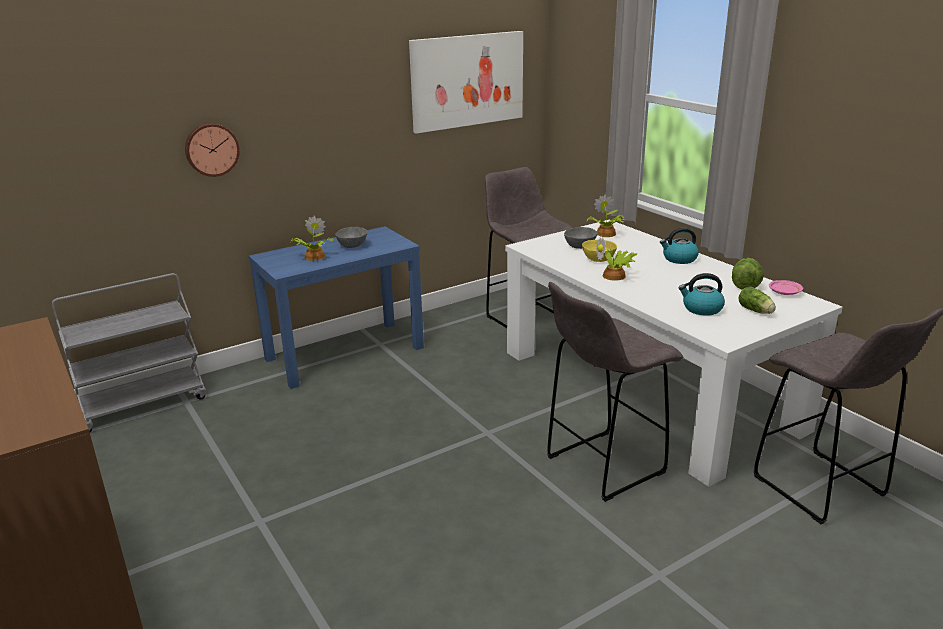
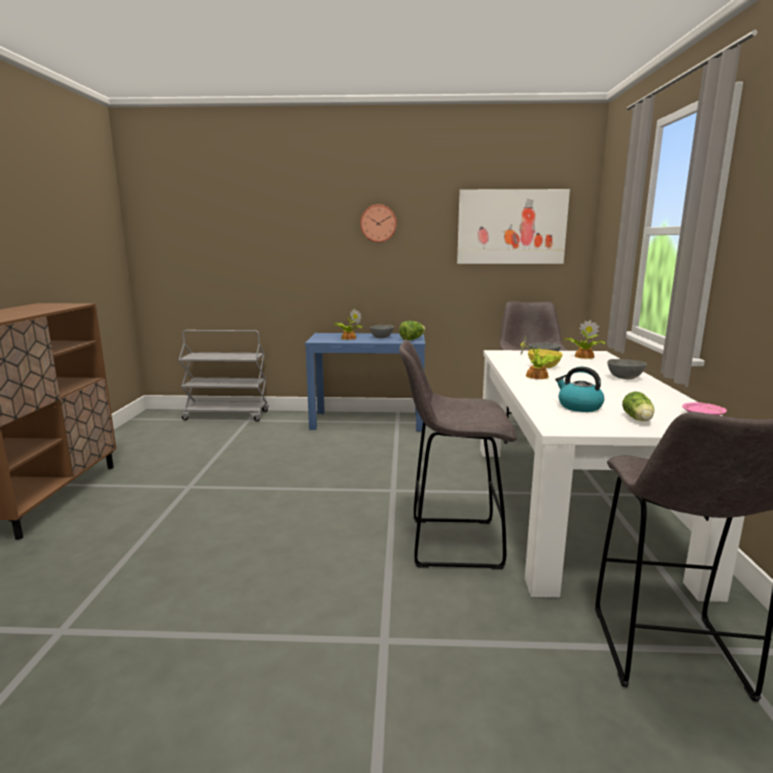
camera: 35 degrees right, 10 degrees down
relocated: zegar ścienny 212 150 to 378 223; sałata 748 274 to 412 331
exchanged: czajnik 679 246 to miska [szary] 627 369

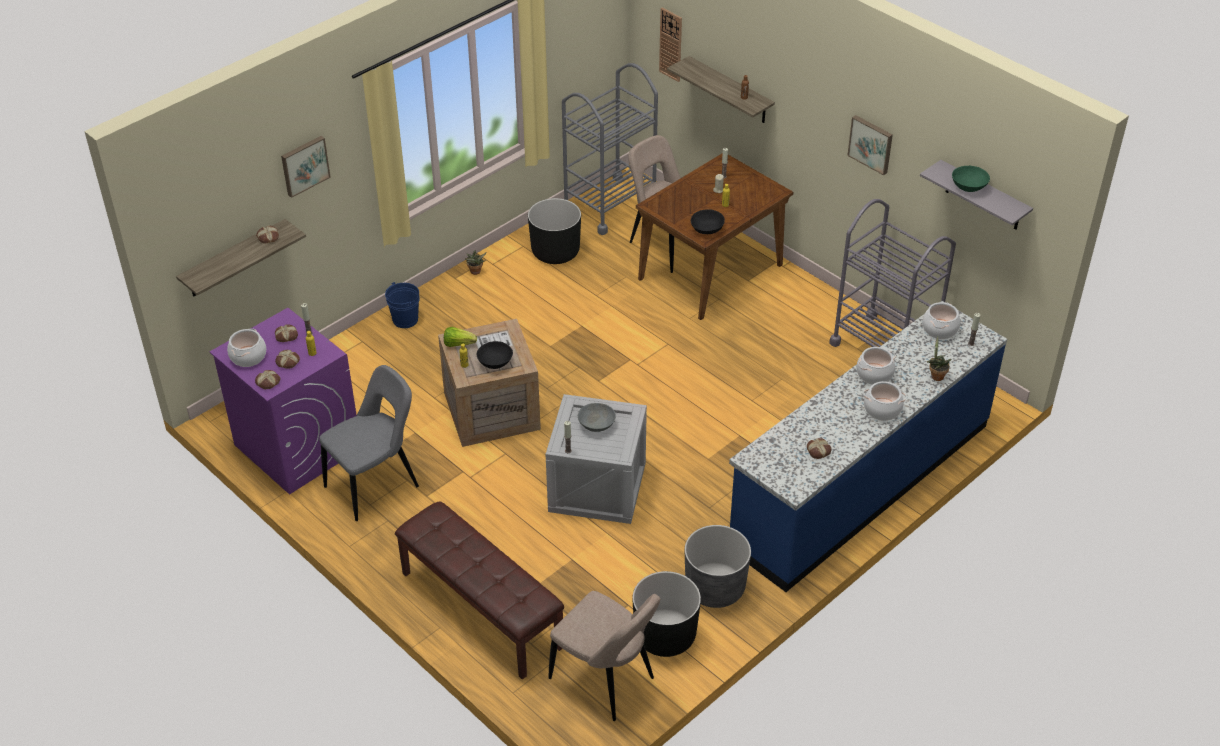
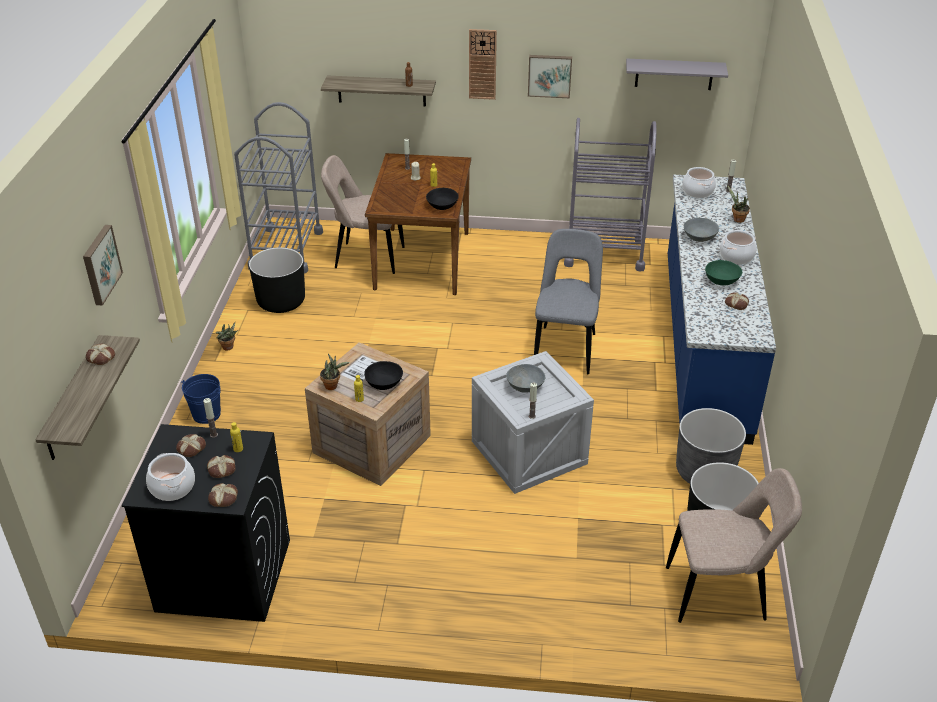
camera: 40 degrees left, 5 degrees down
missing: ławka [brązowy] 479 590
relocated: krzesło [szary] 369 443 to 568 301; zegar ścienny 670 45 to 483 64; miska [zielony] 971 179 to 723 273
exchanged: sałata 460 337 to roślina doniczkowa 335 372; garnek 875 366 to miska [szary] 701 230
colour: pralka [fioletowy] 283 401 to pralka [czarny] 206 523

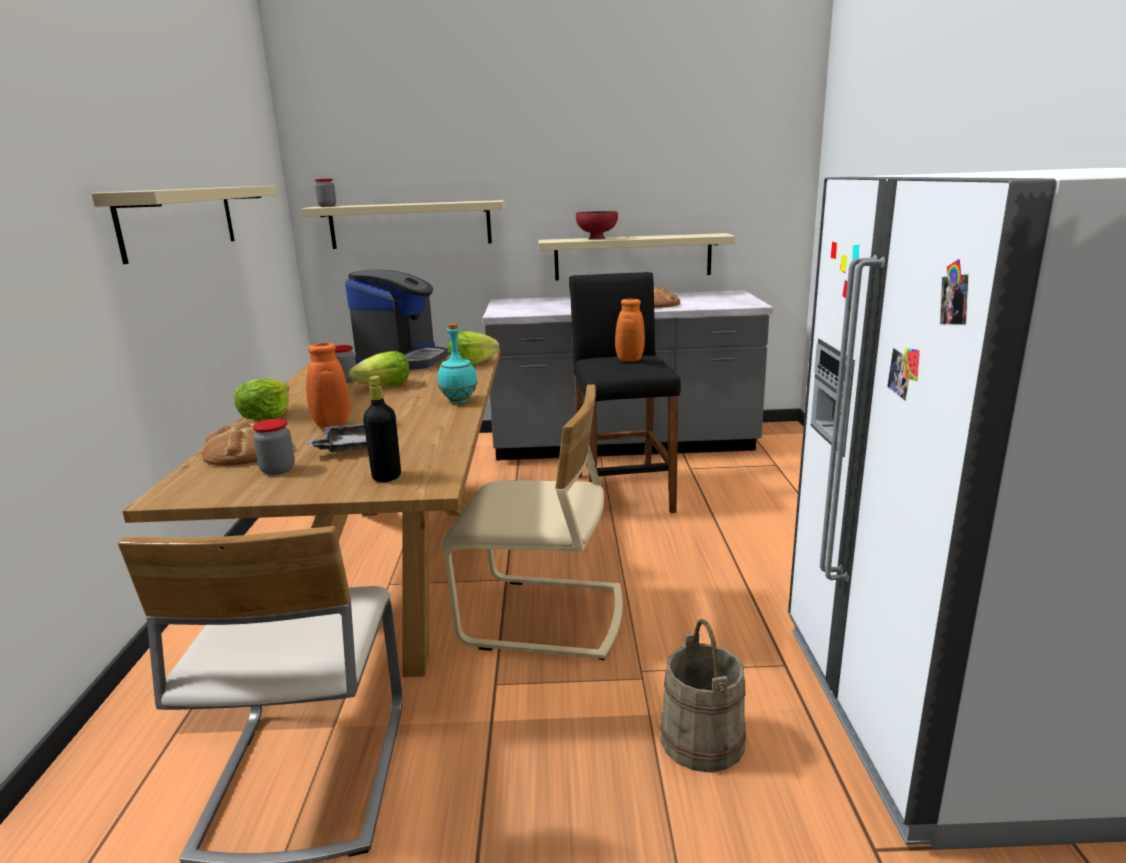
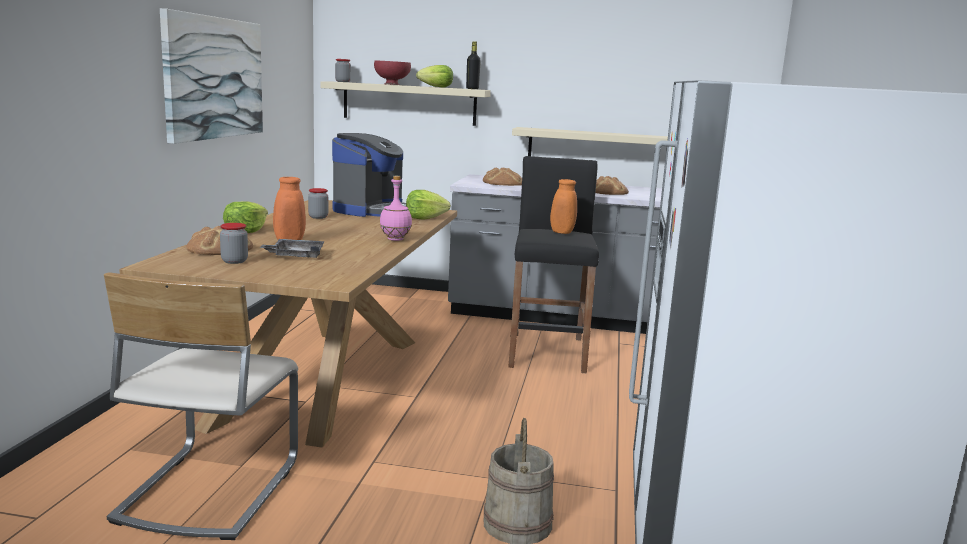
camera: 10 degrees right, 5 degrees down
missing: krzesło [beżowy] 532 522
appeared: chleb 502 176
relocated: sałata 379 368 to 434 76; butelka [czarny] 382 429 to 473 65; miska [czerwony] 597 225 to 392 73
exchanged: półka [beżowy] 184 225 to obraz 211 76
colour: butelka [turkusowy] 458 363 to butelka [różowy] 396 208

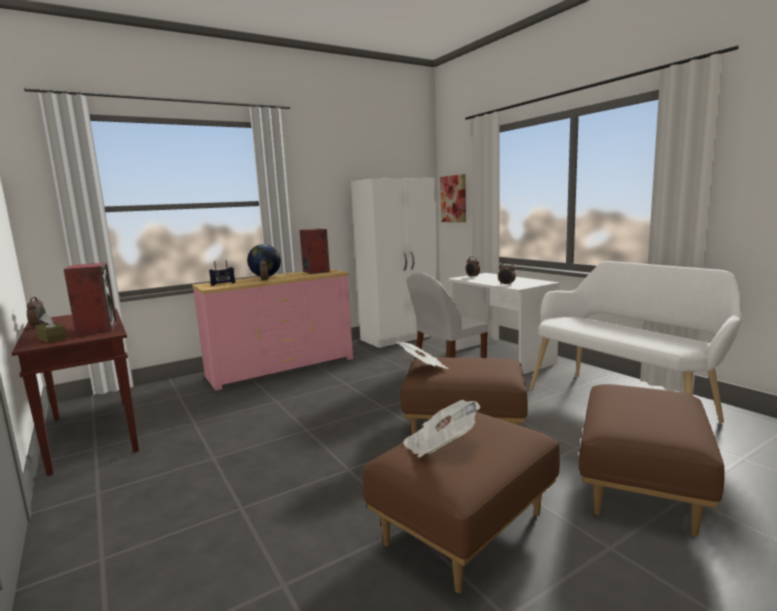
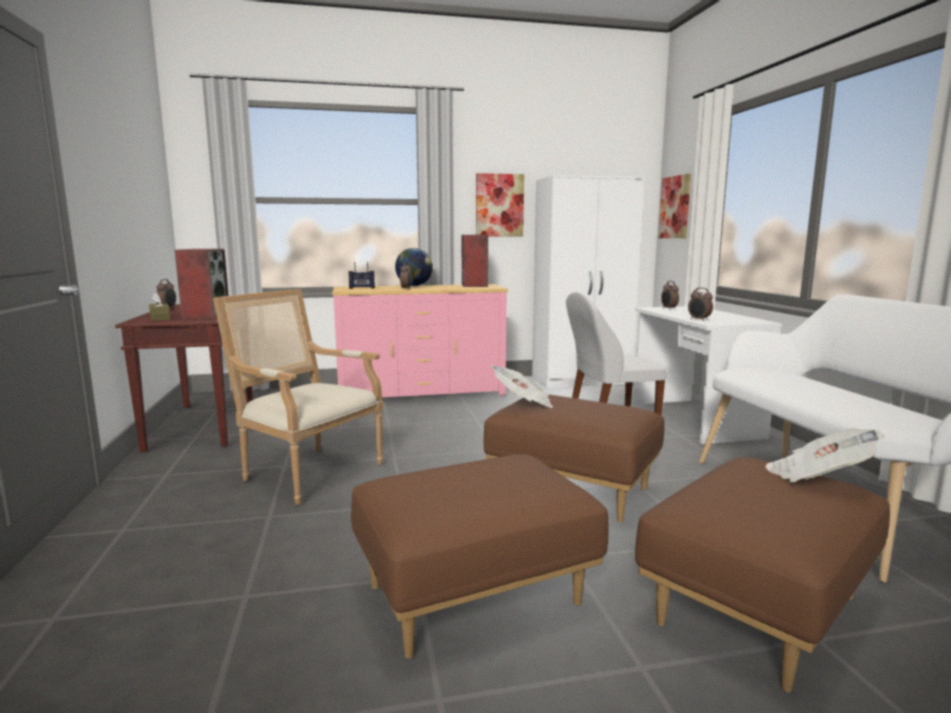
camera: 20 degrees right, 0 degrees up
appeared: fotel 298 397; obraz 500 204
relocated: gazeta 442 429 to 824 455

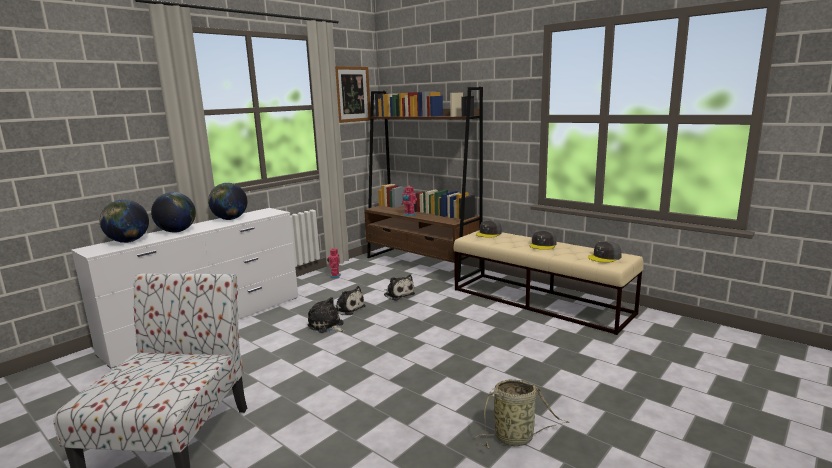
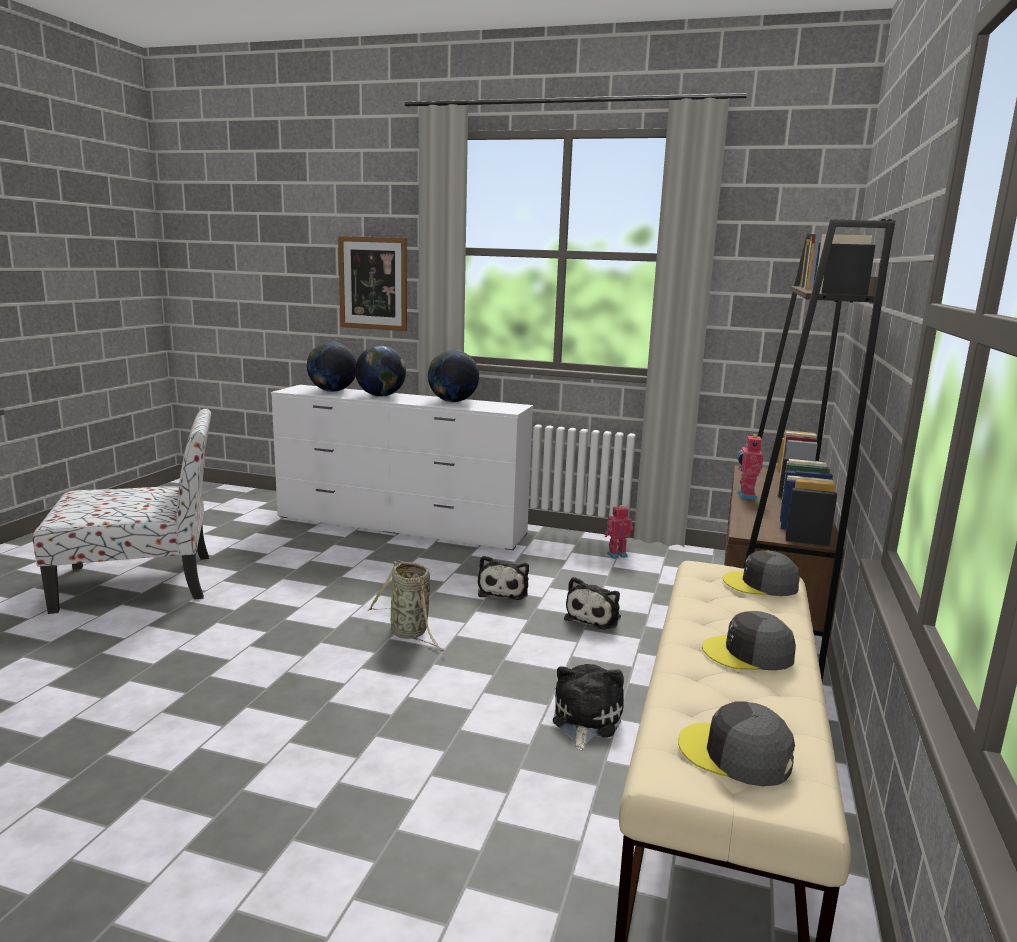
camera: 65 degrees right, 0 degrees up
relocated: pluszak 326 315 to 588 707; obraz 353 94 to 372 283; koszyk 522 413 to 406 605

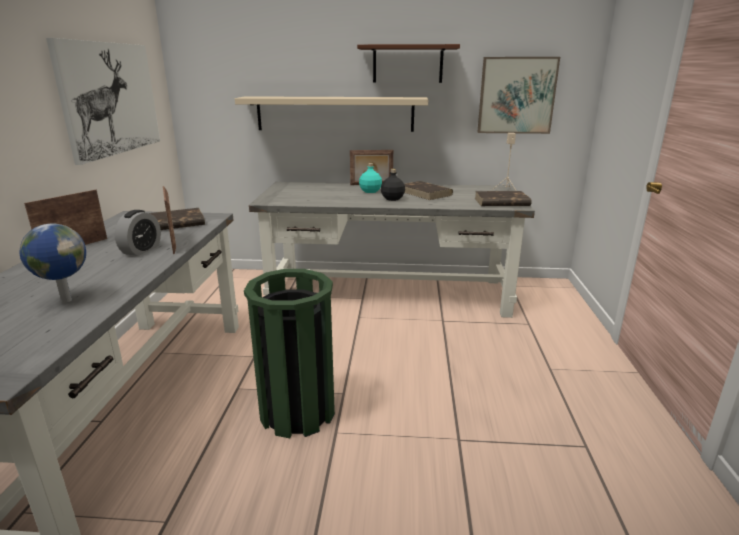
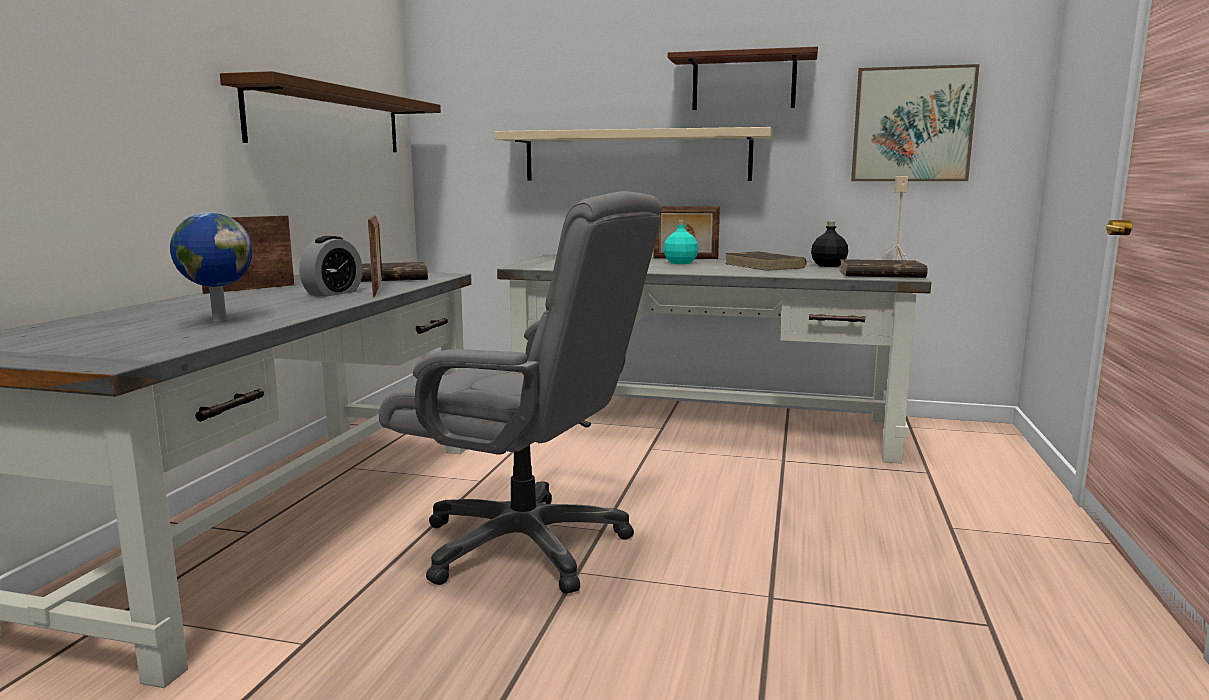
camera: 10 degrees right, 10 degrees down
relocated: butelka [czarny] 393 185 to 829 244
exchanged: obraz 103 101 to półka [brązowy] 330 111; kosz na śmieci [zielony] 289 353 to krzesło biurowe [szary] 520 392

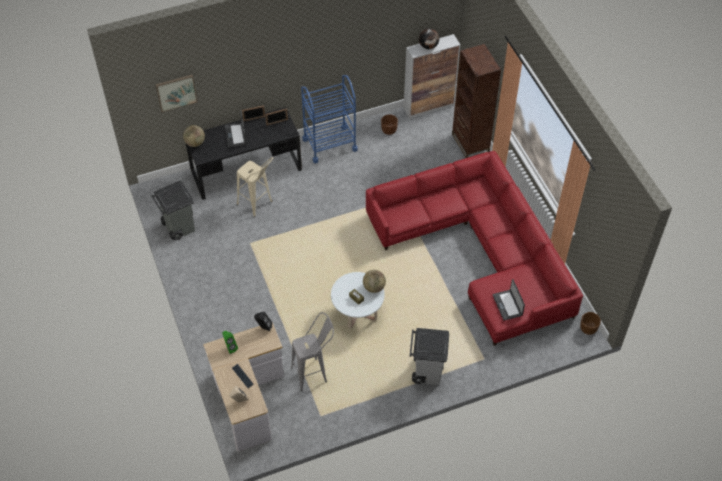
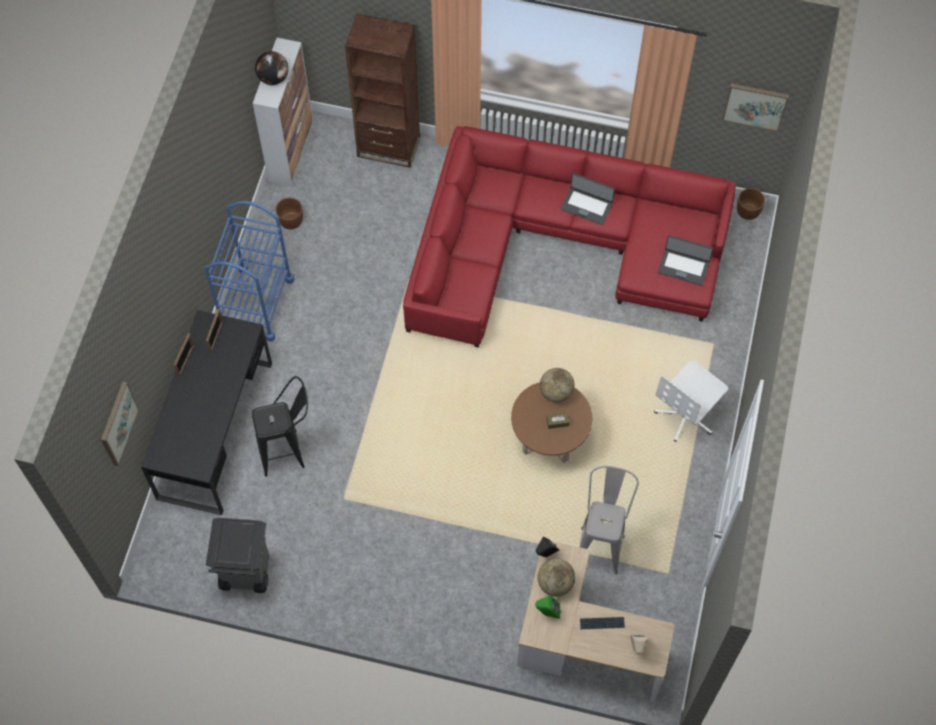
camera: 55 degrees left, 10 degrees up
appeared: obraz 755 107
relocated: globus 194 136 to 556 578; laptop 235 129 to 588 199
exchanged: kosz na śmieci [szary] 429 356 to krzesło biurowe [biały] 691 401
colour: stołek [beżowy] 255 187 to stołek [czarny] 280 426; ława [biały] 358 300 to ława [brązowy] 551 422

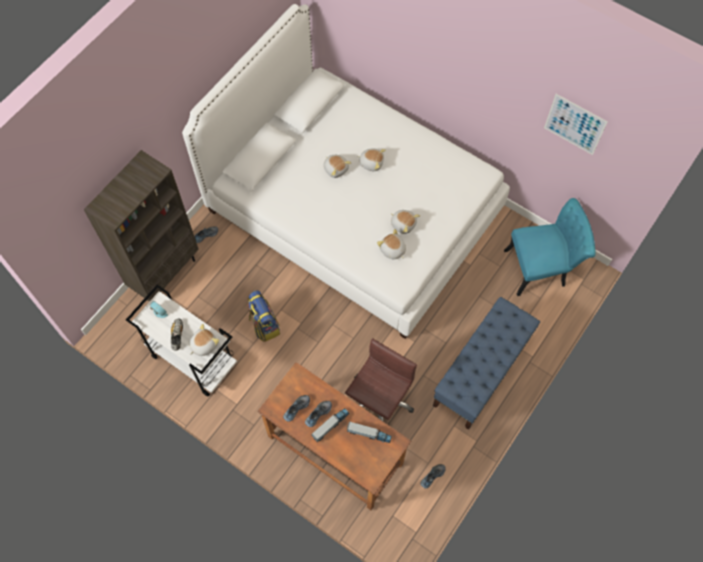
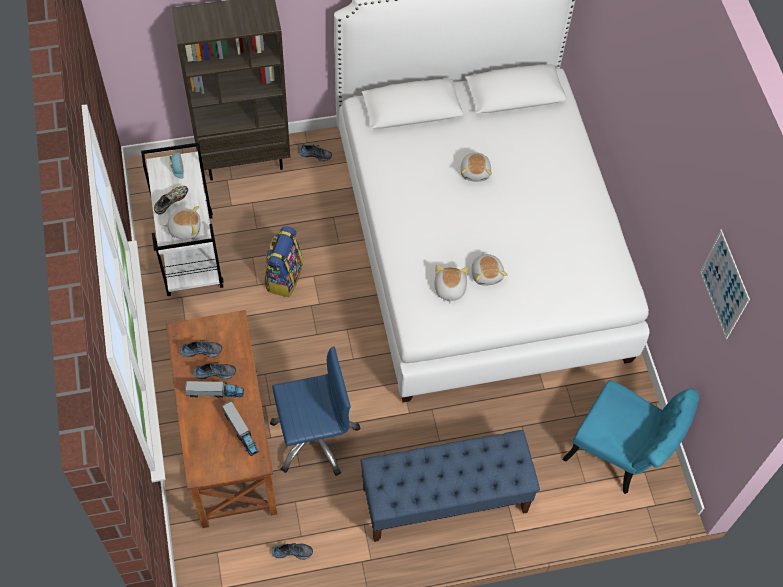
camera: 40 degrees right, 5 degrees down
missing: pluszak 371 160
colour: krzesło biurowe [brązowy] 381 380 to krzesło biurowe [niebieski] 315 411

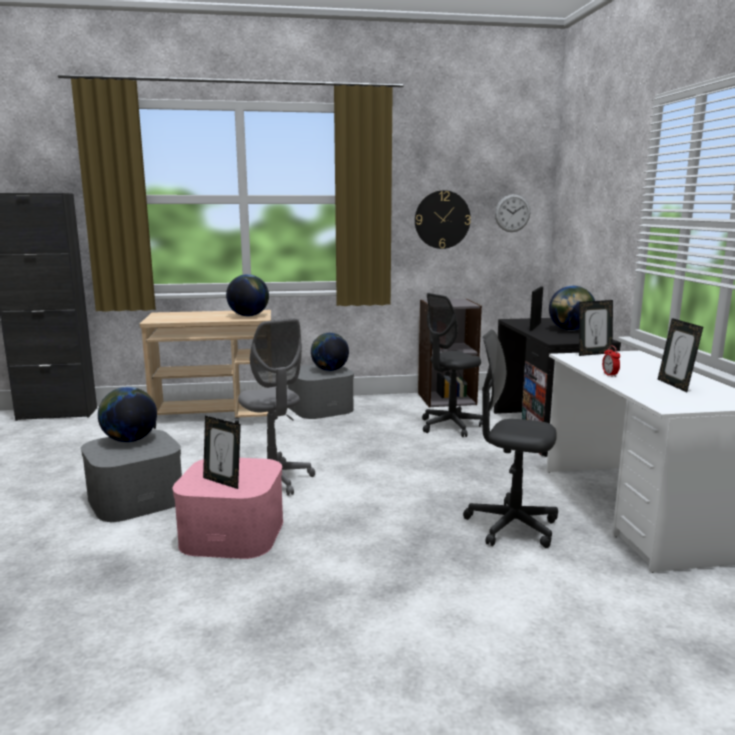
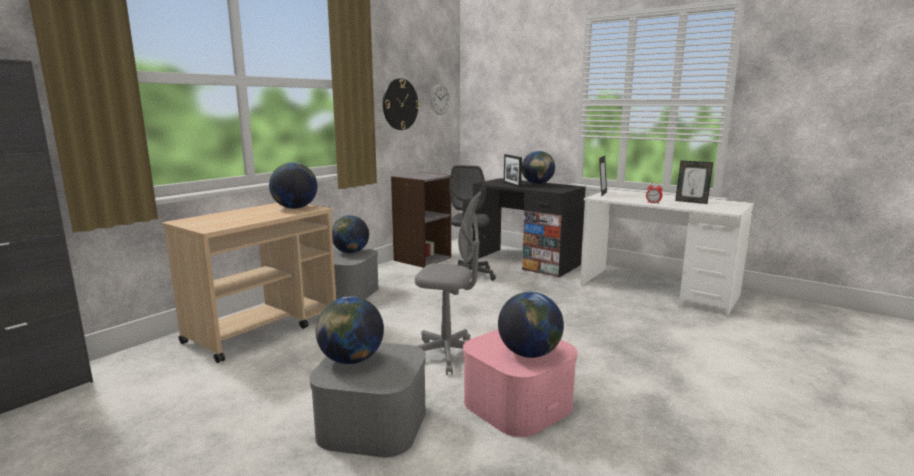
camera: 45 degrees left, 0 degrees up
missing: krzesło biurowe [szary] 510 439
exchanged: ramka na zdjęcie 222 452 to globus 531 325

